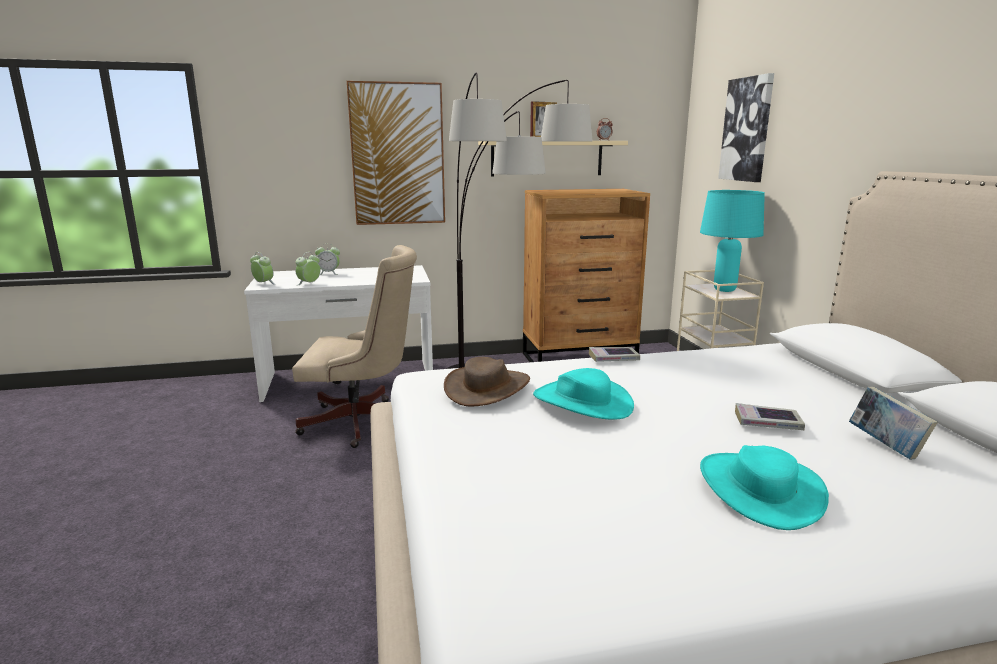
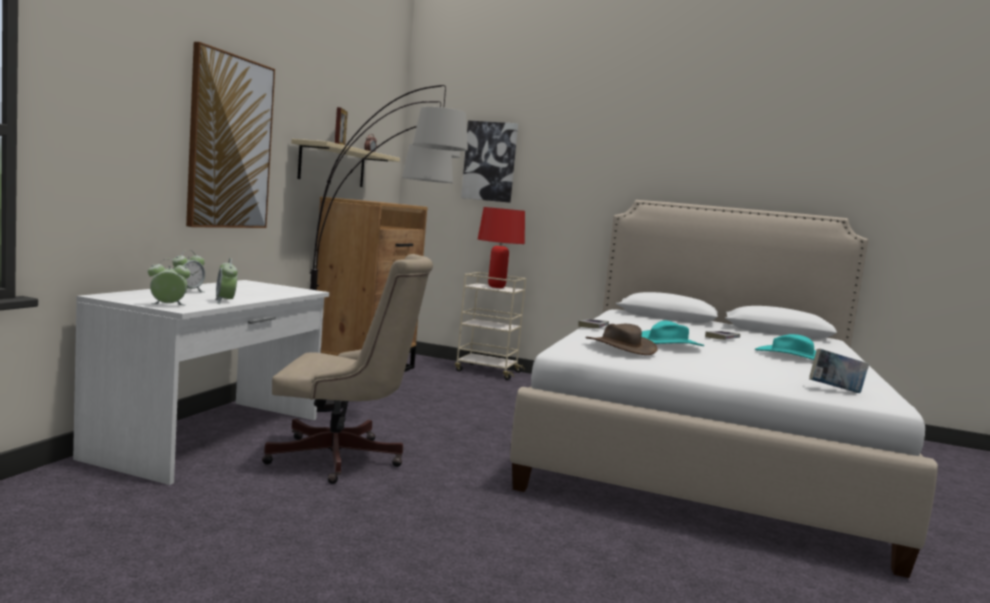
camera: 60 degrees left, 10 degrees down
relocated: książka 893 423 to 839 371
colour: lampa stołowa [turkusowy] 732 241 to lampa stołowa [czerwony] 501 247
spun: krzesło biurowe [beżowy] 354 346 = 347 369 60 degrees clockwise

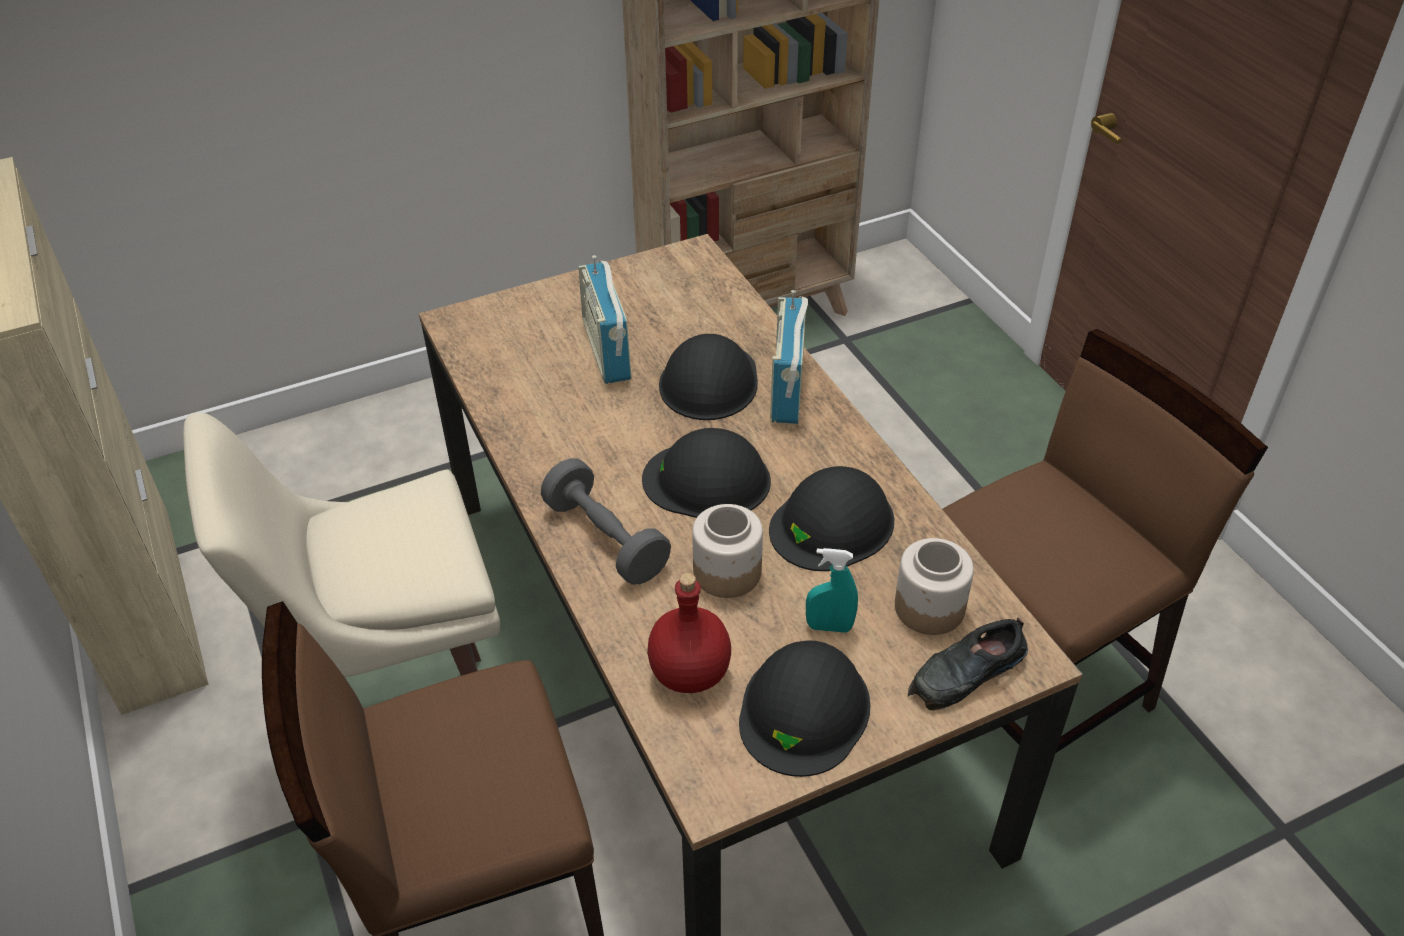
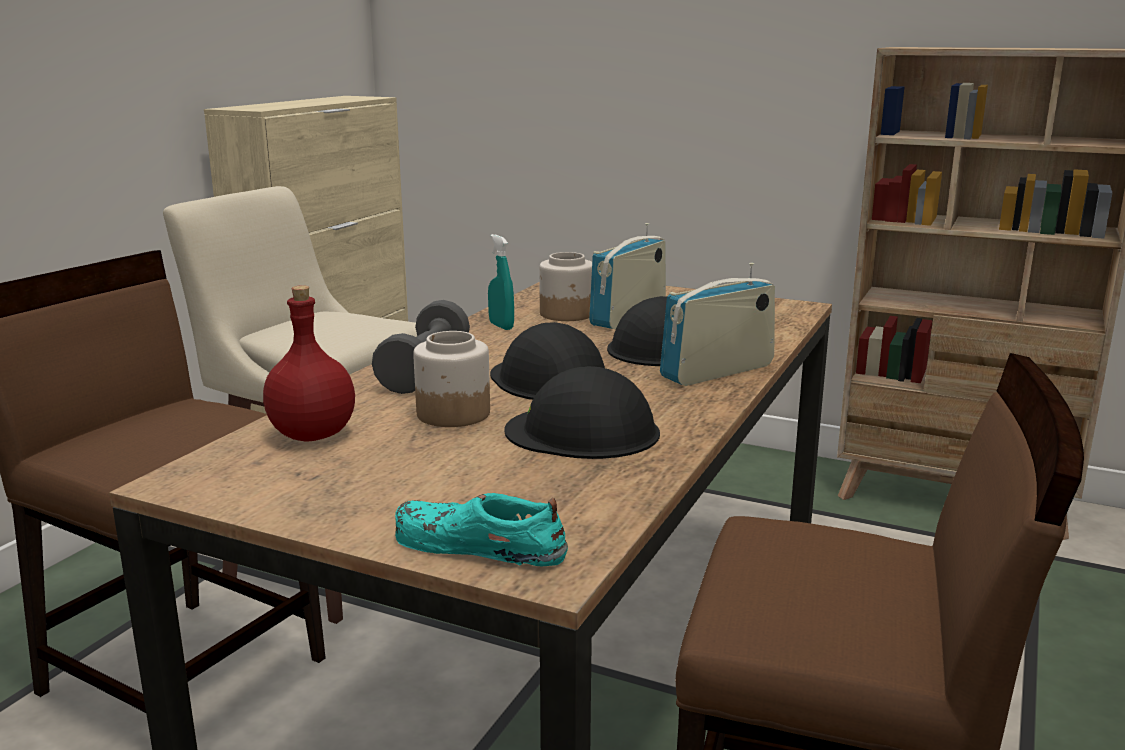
camera: 50 degrees right, 25 degrees down
missing: kask [czarny] 805 708
relocated: spryskiwacz [turkusowy] 832 590 to 501 282; słoik 934 586 to 565 286
colour: but [czarny] 968 664 to but [turkusowy] 481 529

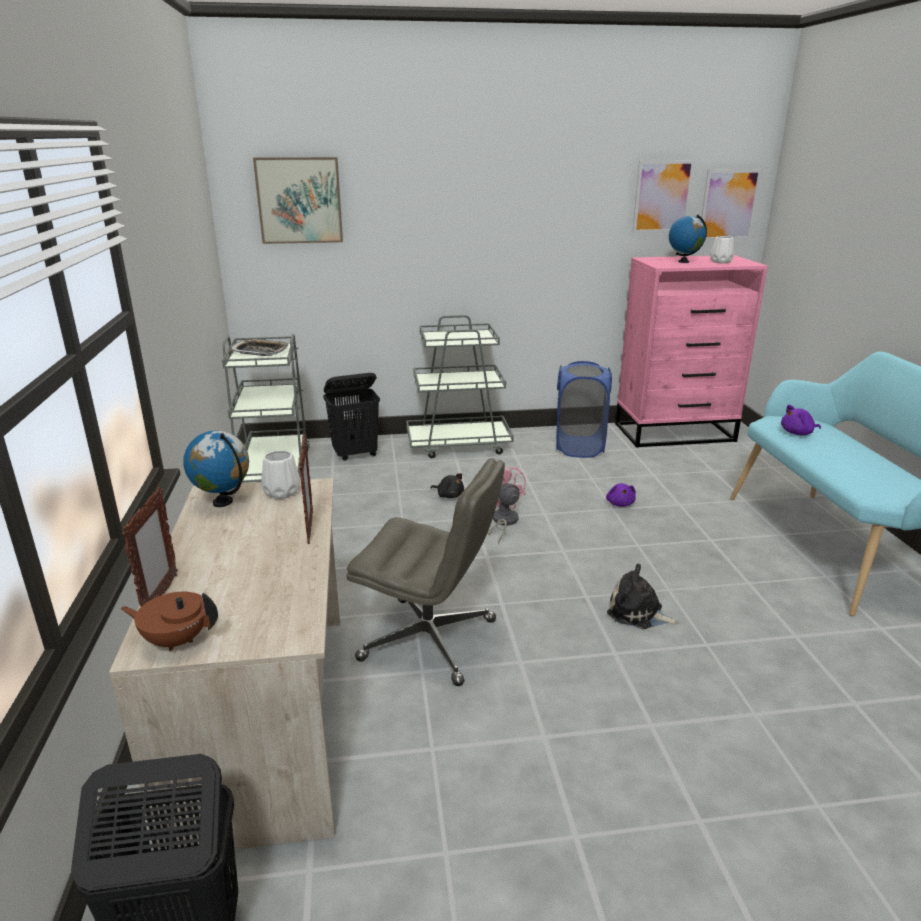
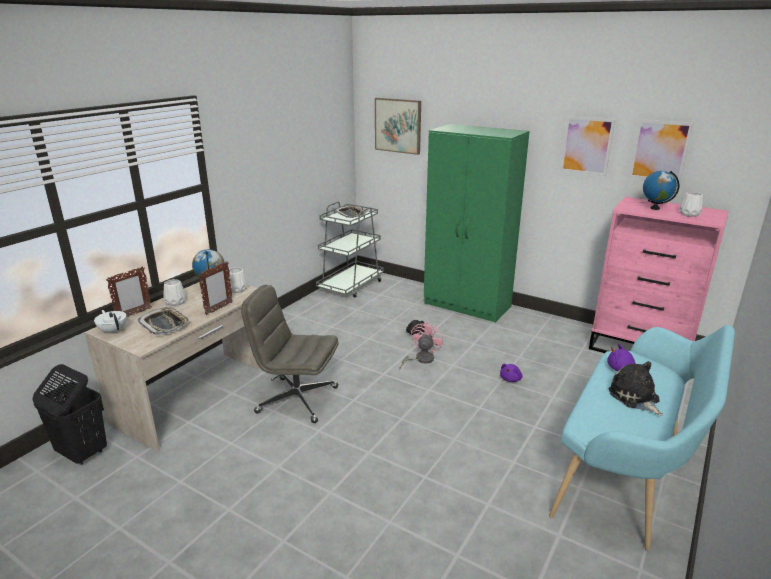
camera: 40 degrees right, 0 degrees up
missing: kosz na pranie [czarny] 351 417; kosz na pranie [niebieski] 584 409
appeared: taca 163 321; wazon [biały] 174 292
relocated: pluszak 643 596 to 636 388; obraz 731 204 to 587 146
exchanged: wózek [szary] 460 386 to szafa [zielony] 476 223
colour: imbryk [brązowy] 169 621 to imbryk [biały] 110 322
spun: krzesło biurowe [szary] 425 572 = 290 354 135 degrees clockwise

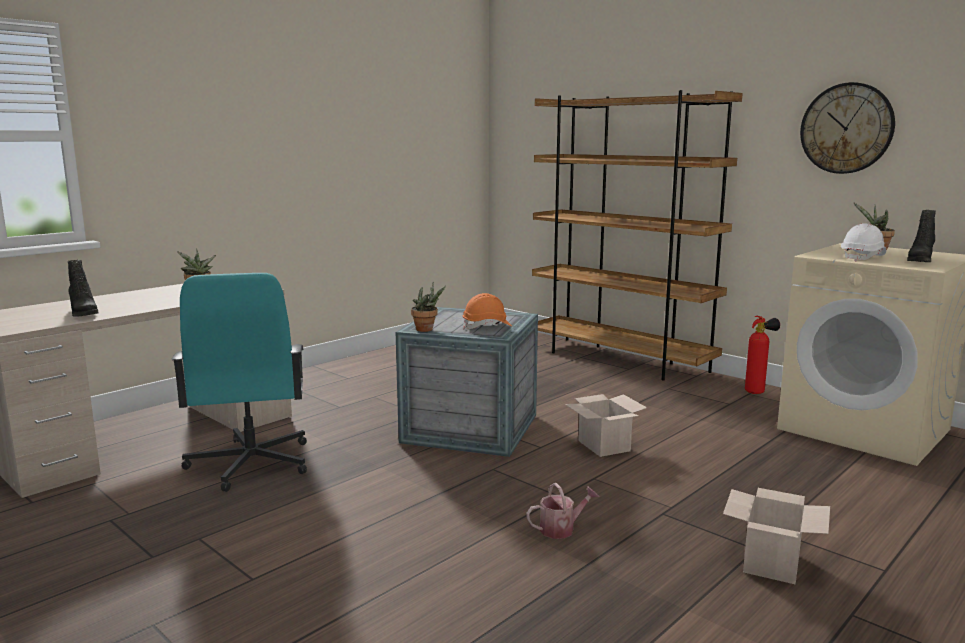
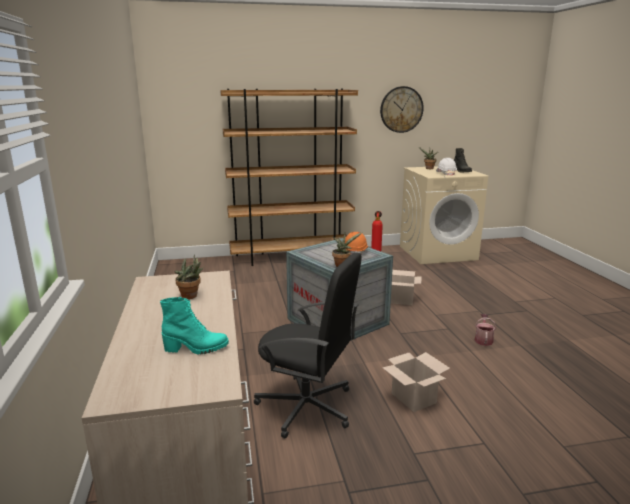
camera: 55 degrees left, 5 degrees up
relocated: karton 776 536 to 416 382
colour: but z cholewką [czarny] 83 288 to but z cholewką [turkusowy] 194 326; krzesło biurowe [turkusowy] 239 382 to krzesło biurowe [czarny] 308 345

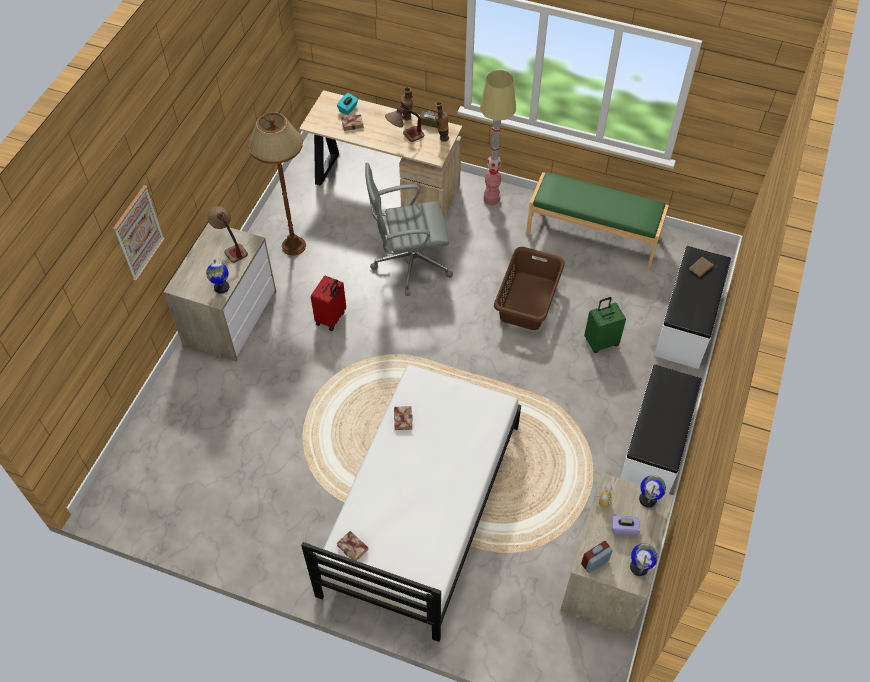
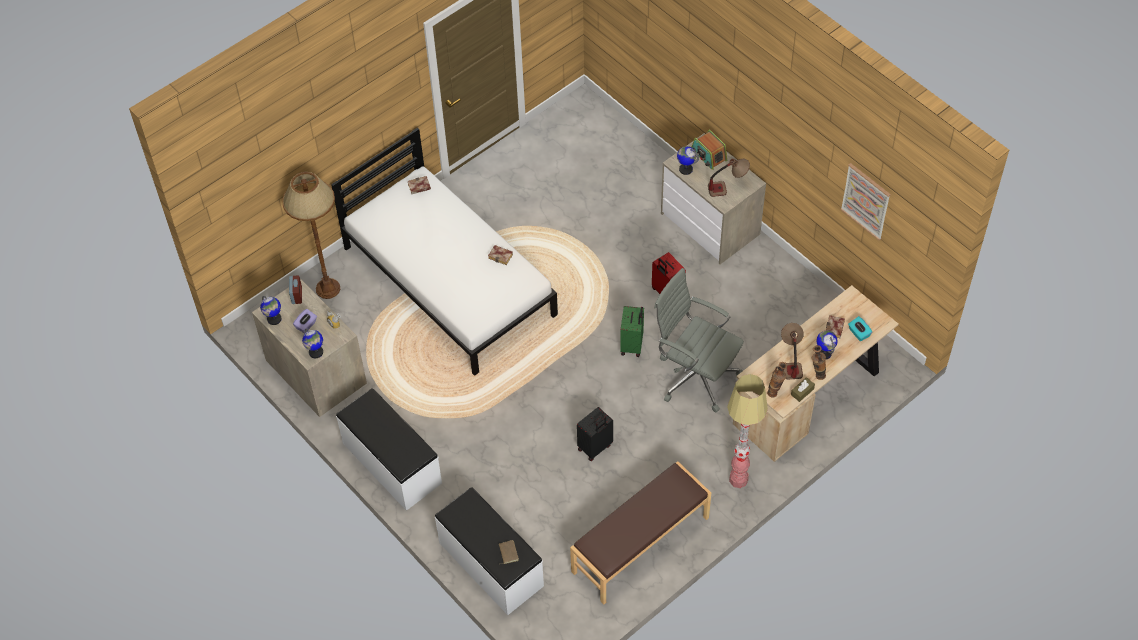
camera: 120 degrees right, 0 degrees up
appeared: radio 709 150; globus 827 344
relocated: obraz 139 233 to 866 201; lampa stojąca [brązowy] 277 184 to 311 235; walizka [zielony] 605 325 to 632 331
exchanged: kosz na pranie [brązowy] 529 288 to walizka [czarny] 595 434
colour: ławka [zielony] 597 220 to ławka [brązowy] 640 533
spun: krzesło biurowe [szary] 409 229 = 699 340 75 degrees counterclockwise

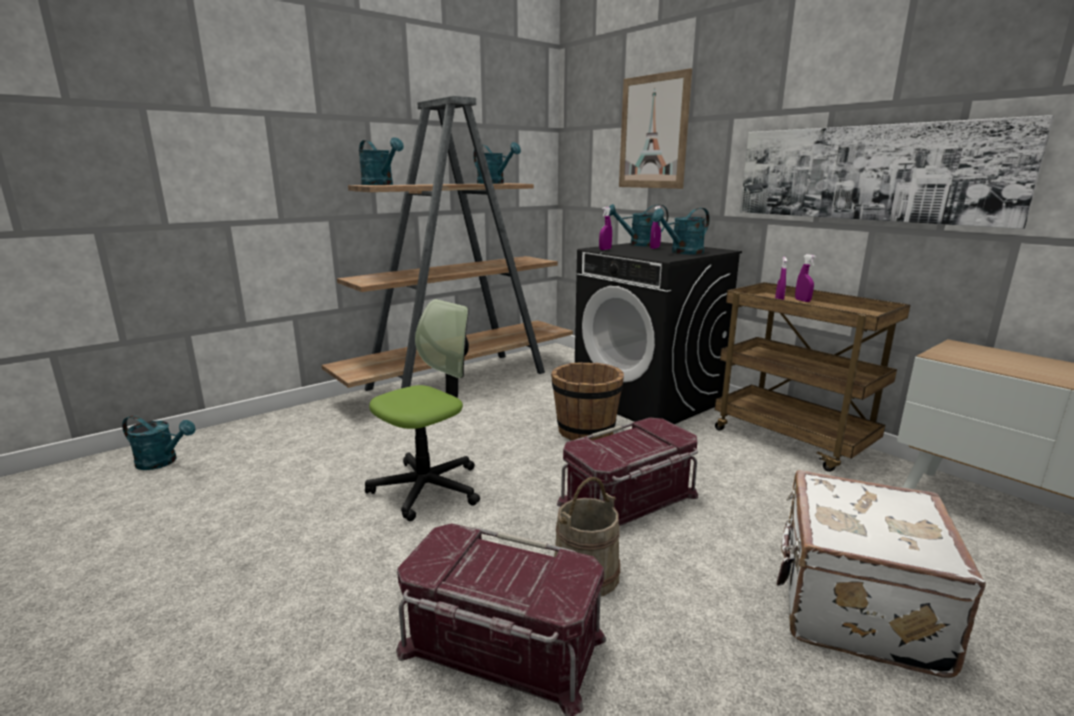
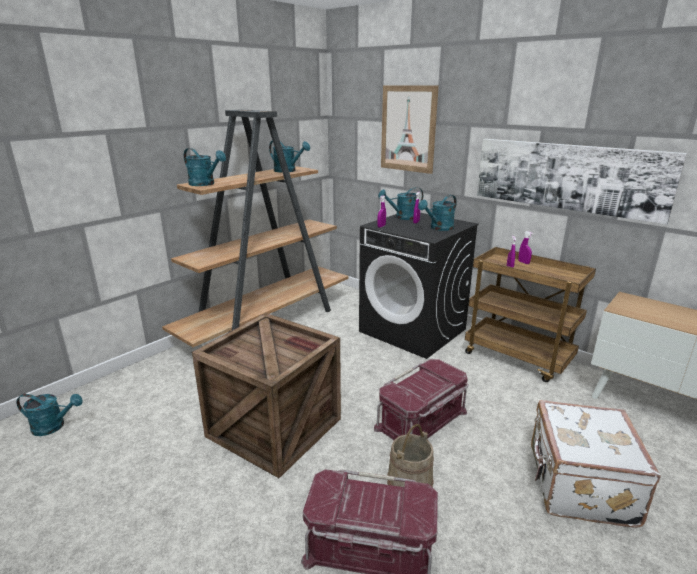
camera: 10 degrees left, 5 degrees up
missing: wiadro [brązowy] 587 401
exchanged: krzesło biurowe 422 410 to skrzynka 266 395

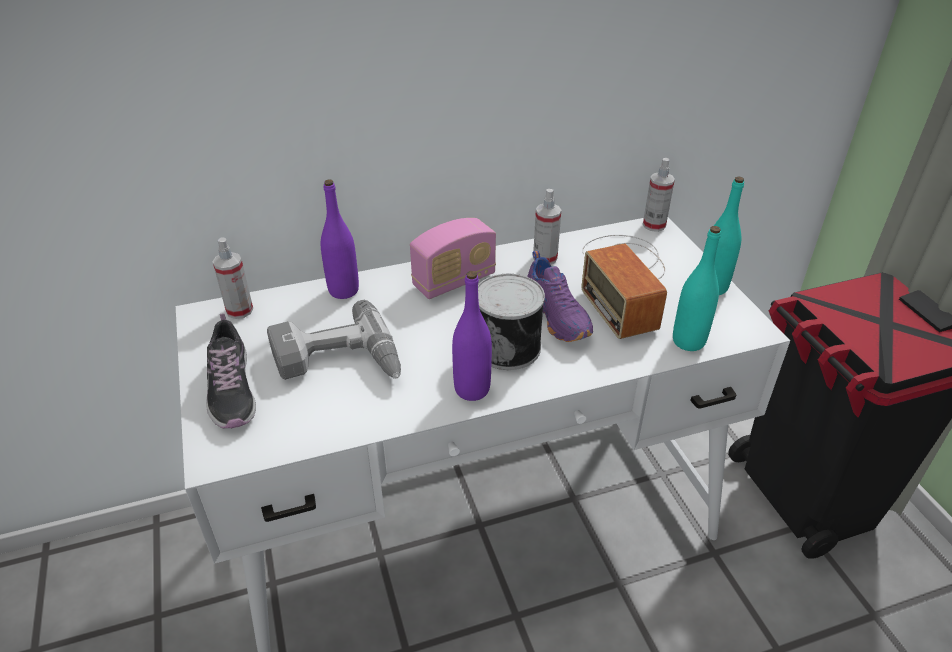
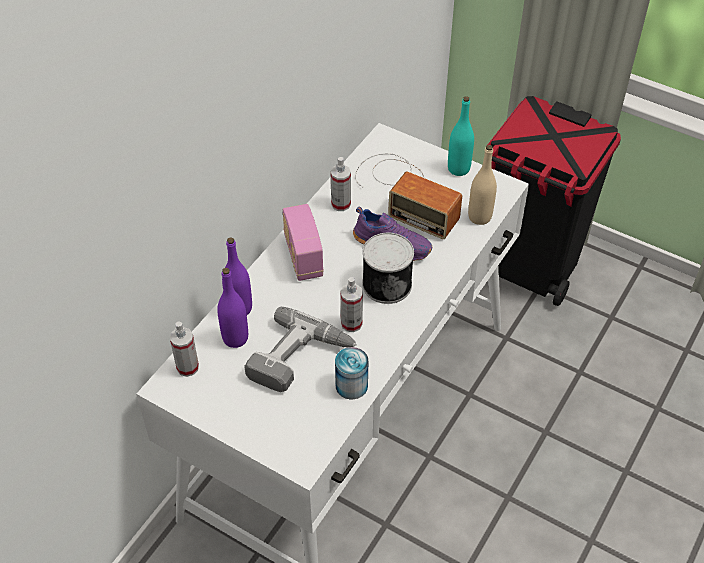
camera: 40 degrees left, 10 degrees up
missing: but 231 371
appeared: puszka 351 373
relocated: butelka [fioletowy] 472 336 to 232 308; spryskiwacz 659 195 to 352 304
colour: butelka [turkusowy] 697 288 to butelka [beżowy] 482 185
spun: radio 453 258 = 303 242 150 degrees clockwise

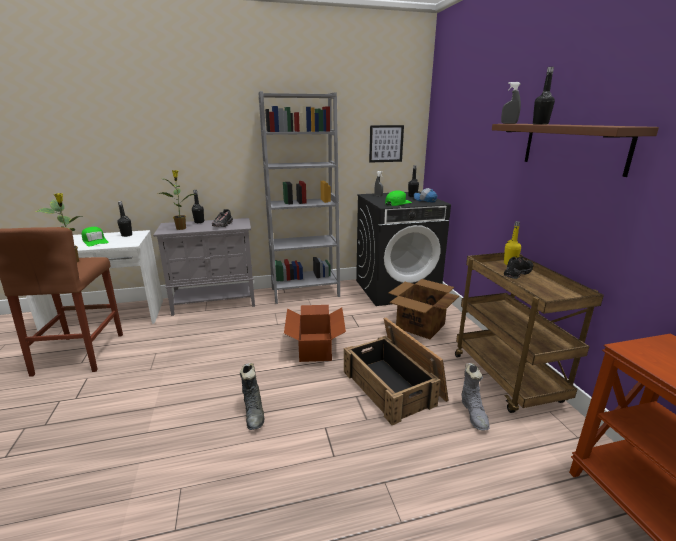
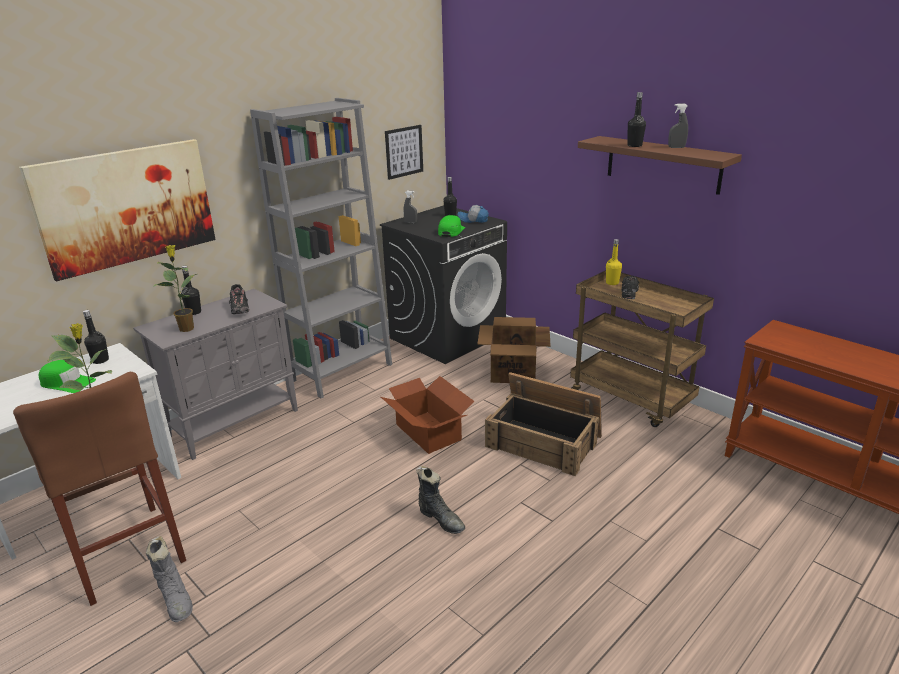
camera: 30 degrees left, 5 degrees up
appeared: obraz 117 210
relocated: but z cholewką [szary] 475 396 to 169 579; spryskiwacz [szary] 511 103 to 678 126

